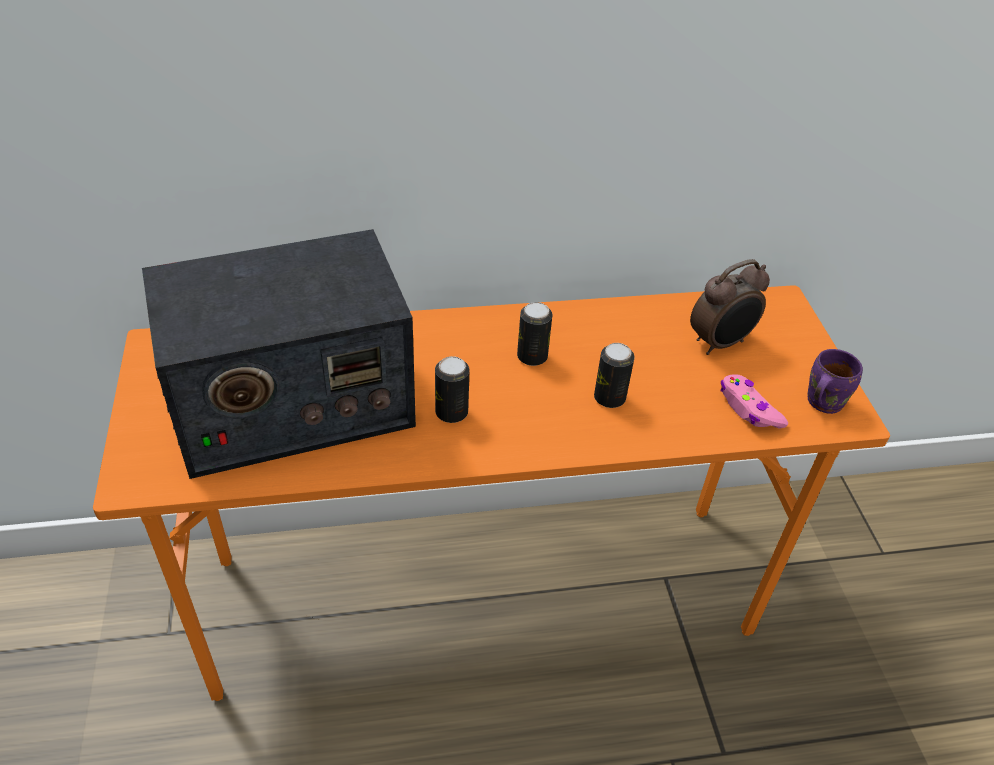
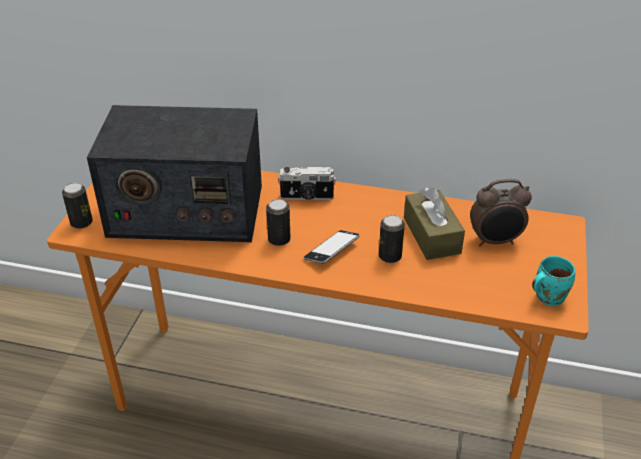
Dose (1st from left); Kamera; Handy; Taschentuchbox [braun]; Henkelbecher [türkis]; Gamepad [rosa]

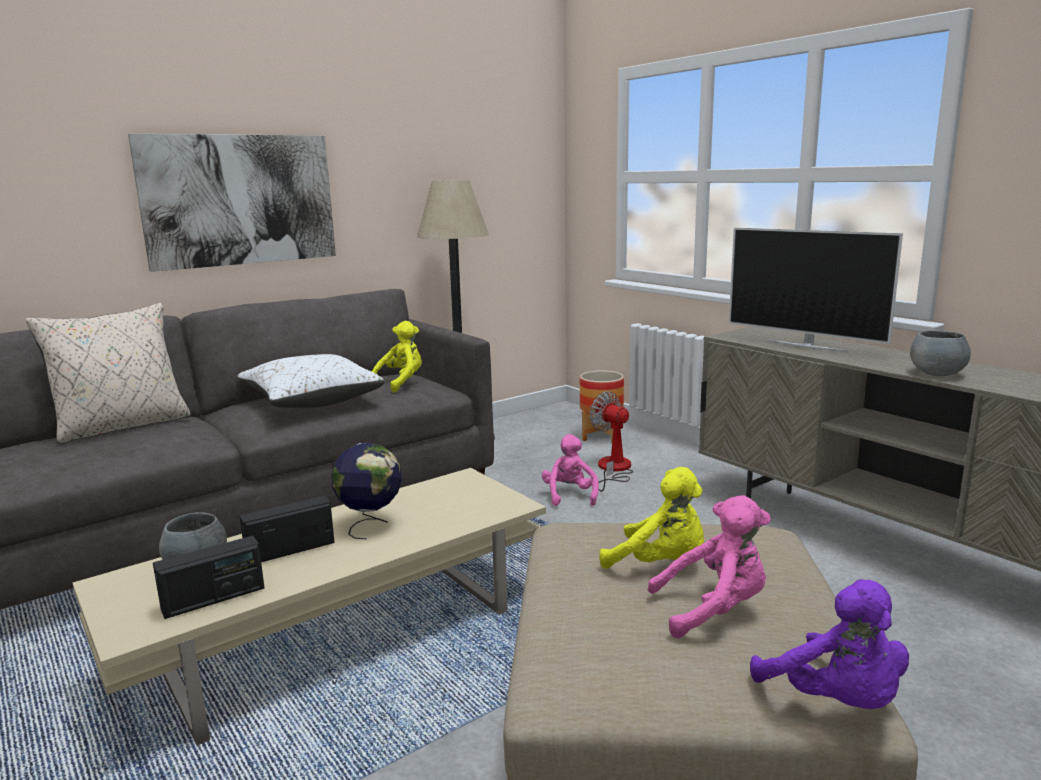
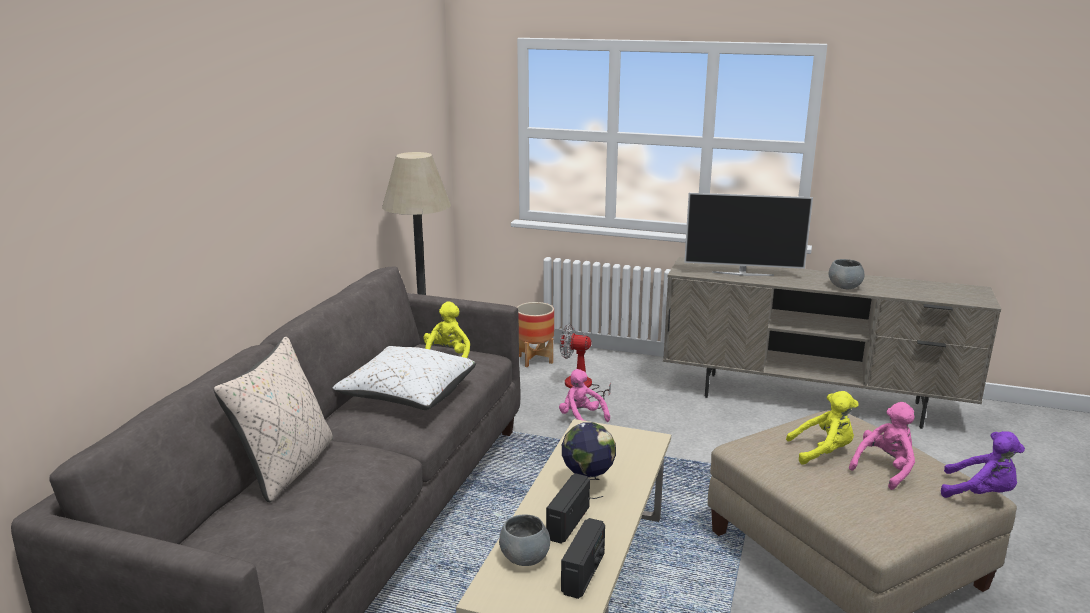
Bild

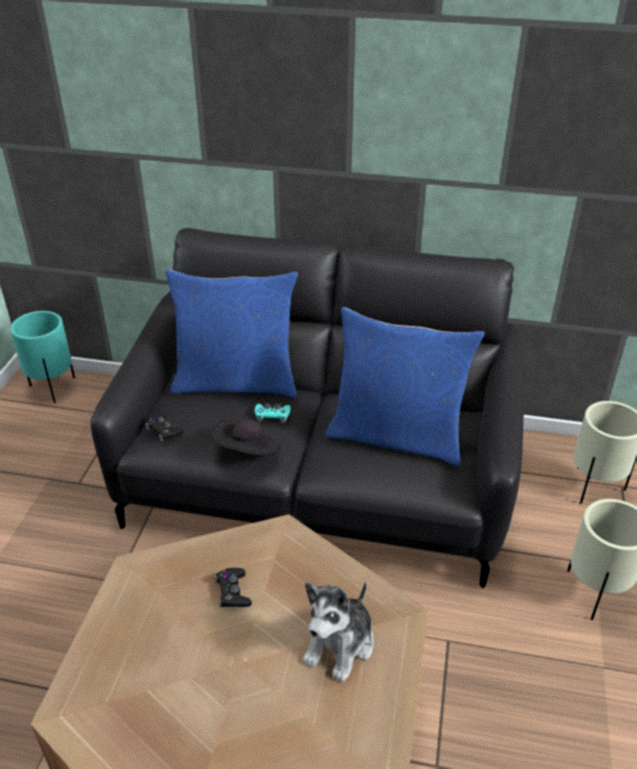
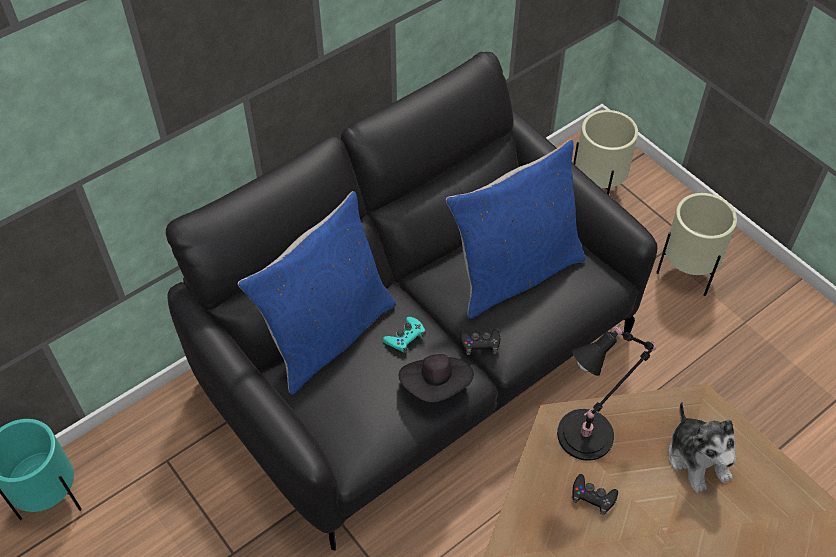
Gamepad [schwarz] (1st from left); Tischlampe [schwarz]

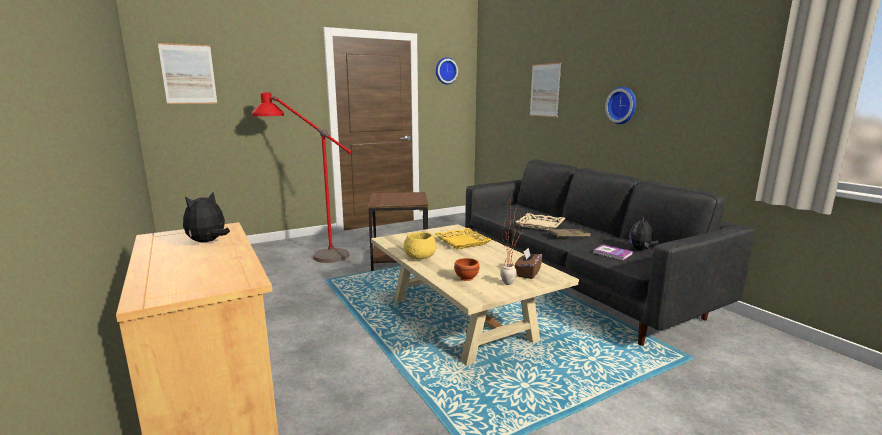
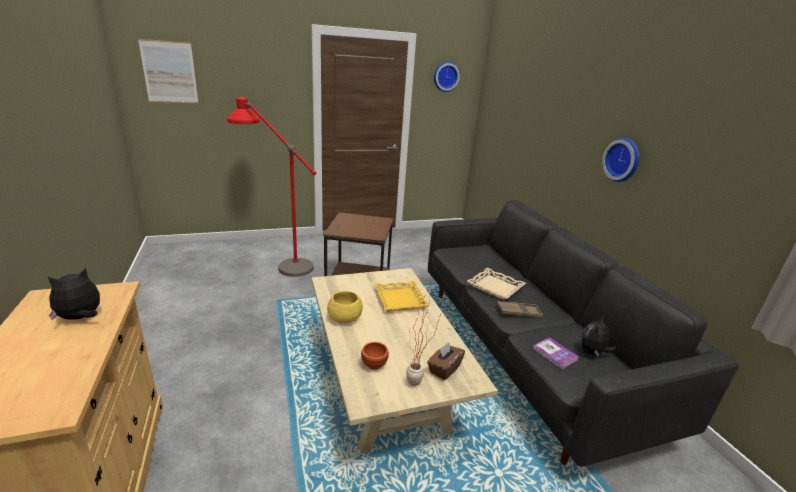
Bild (2nd from left in the first image)

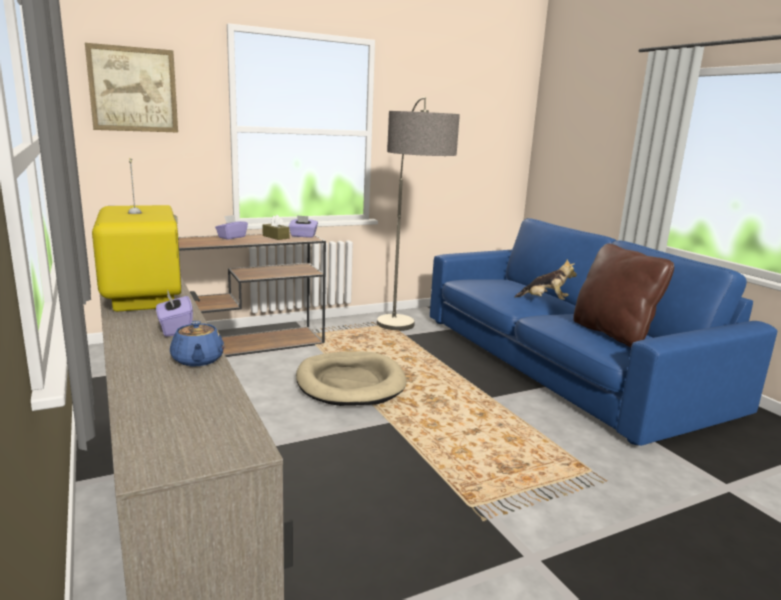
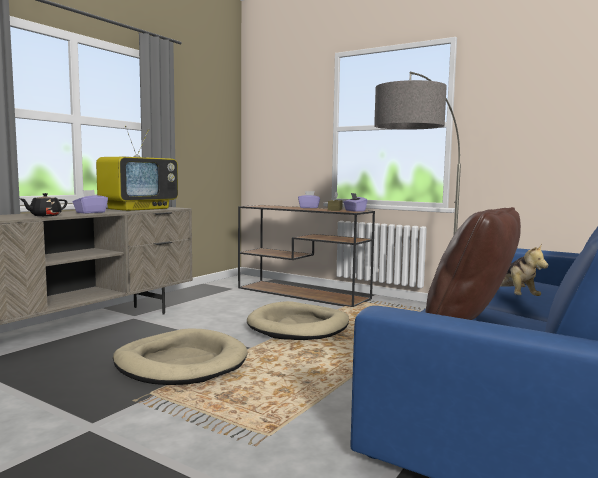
Teekanne [schwarz]; Hundebett [beige] (1st from left); Bild

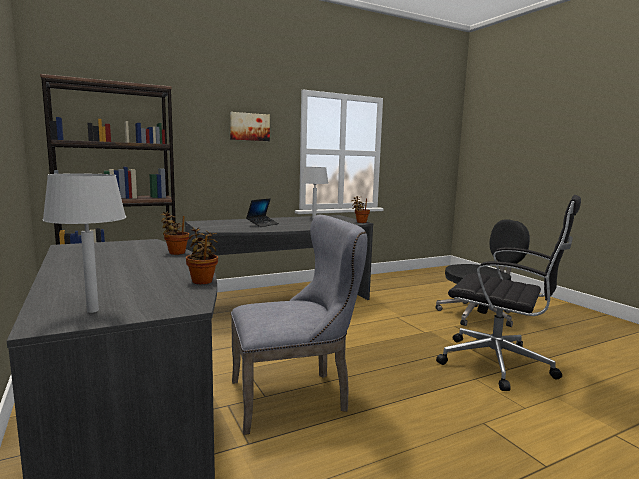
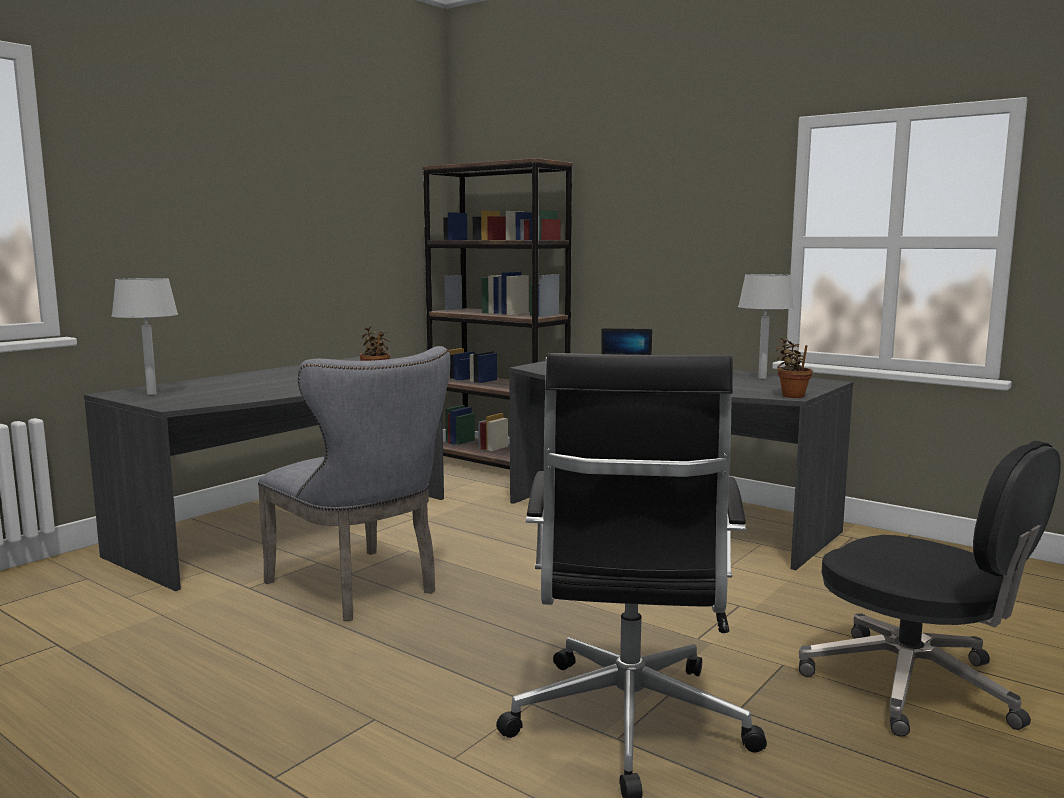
Topfpflanze (2nd from left in the first image); Bild

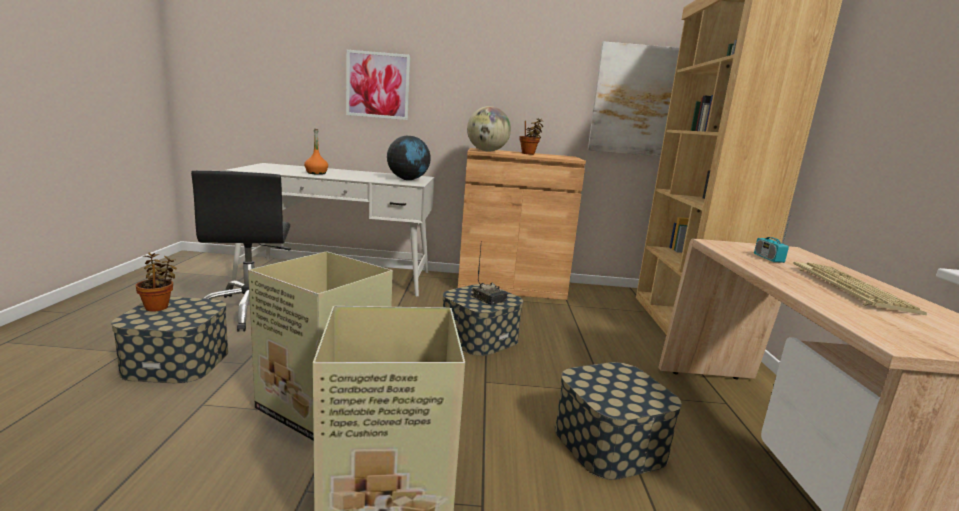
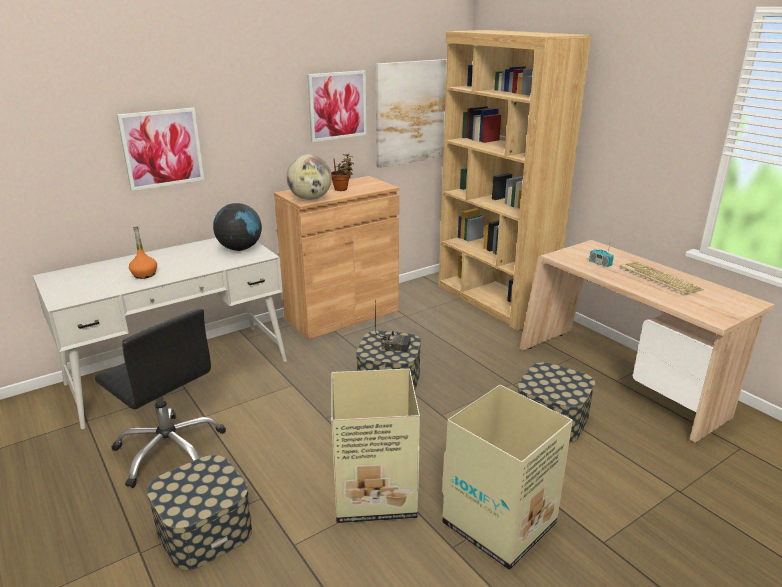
Bild (2nd from left); Topfpflanze (1st from left in the first image)

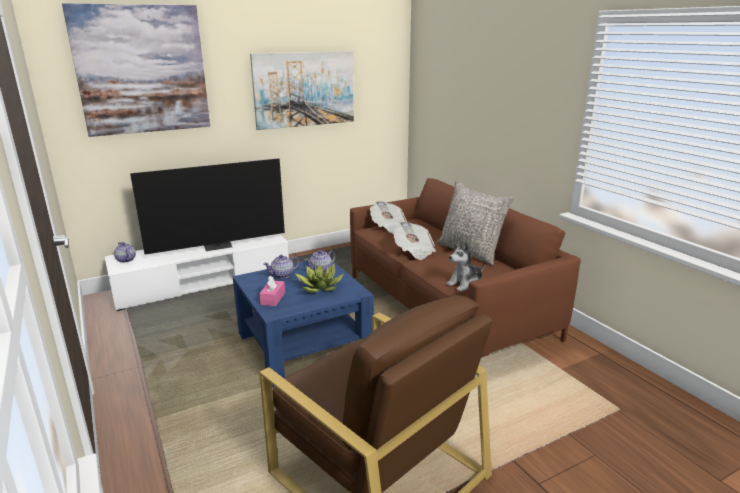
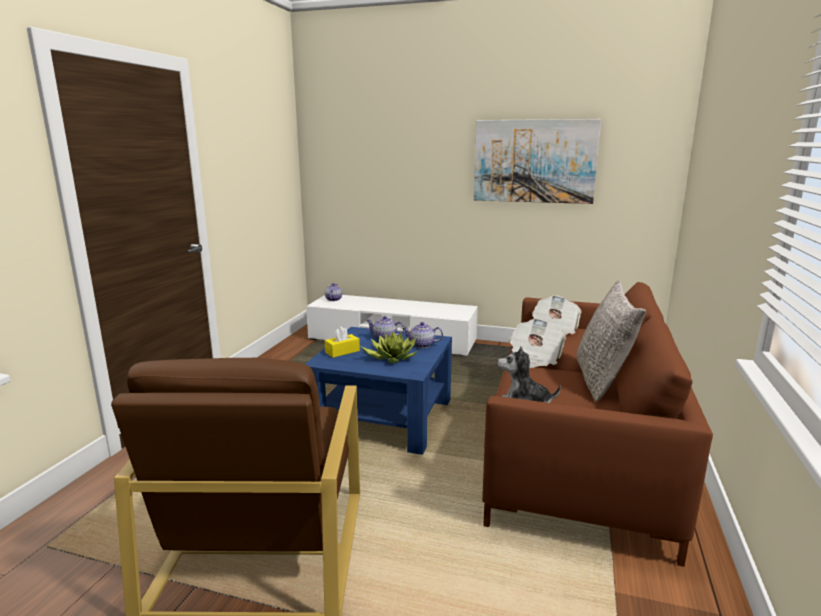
Taschentuchbox [gelb]; Bild (1st from left in the first image); Fernseher

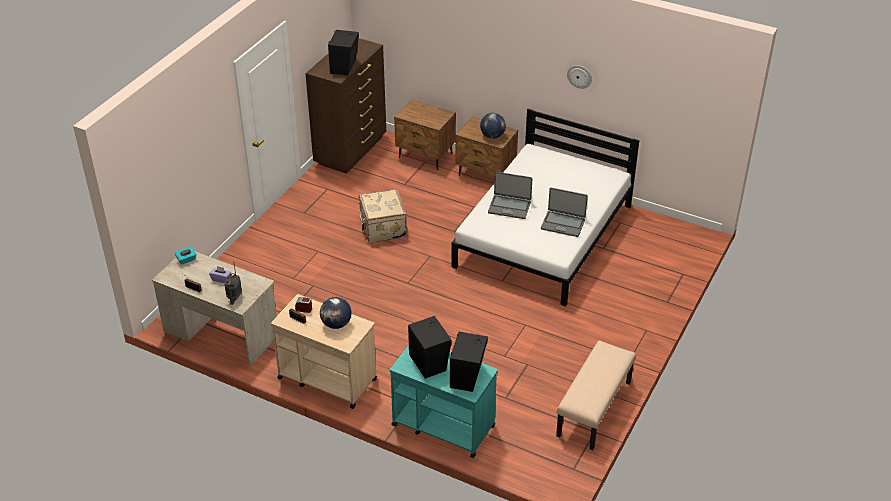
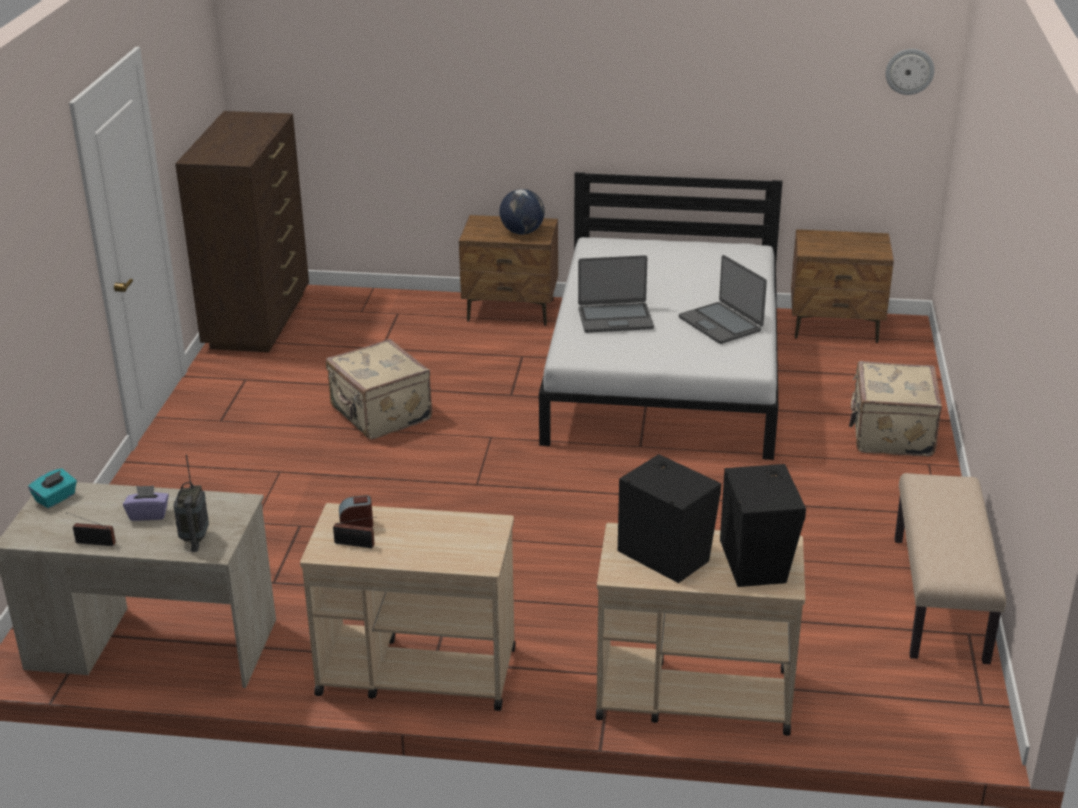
Rollwagen [beige] (2nd from left); Laptop (2nd from left); Nachttisch [braun] (2nd from left); Koffer [beige] (2nd from left); Wanduhr; Globus (1st from left in the first image); Lautsprecher [schwarz] (1st from left in the first image)

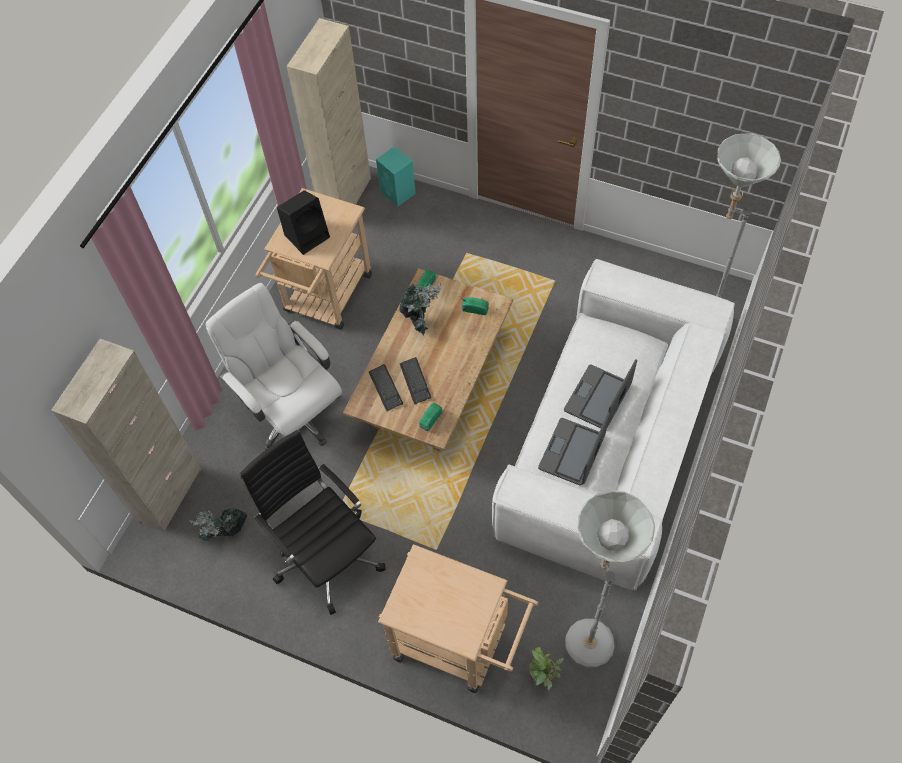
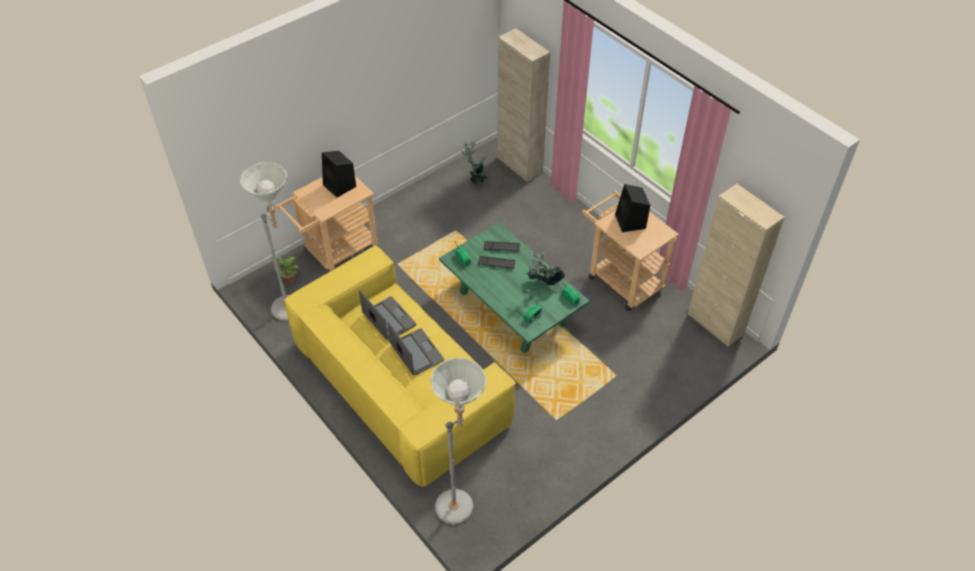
Sofa [gelb]; Lautsprecher [schwarz] (1st from left); Couchtisch [grün]; Bürostuhl [weiß]; Bürostuhl [schwarz]; Lautsprecher [türkis]

